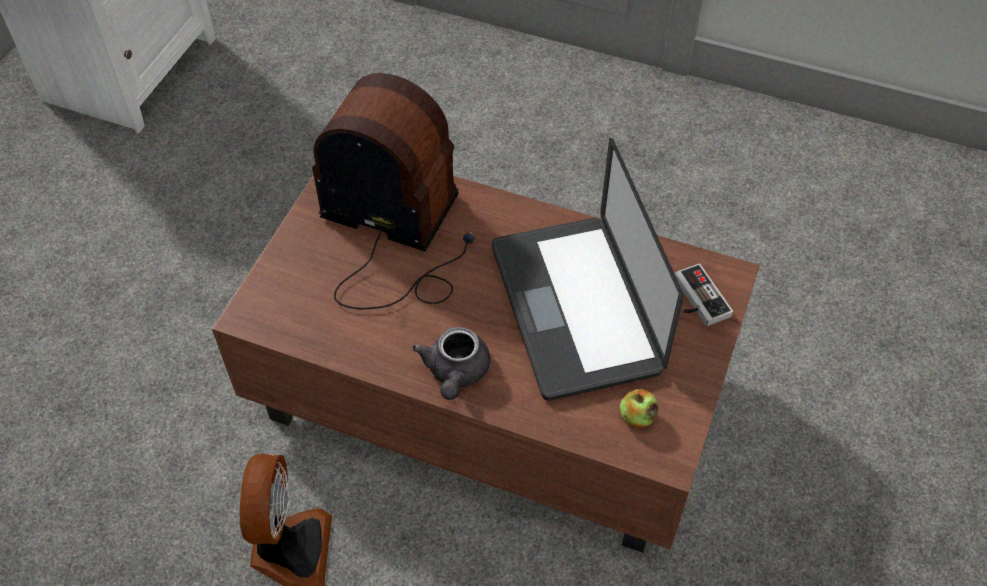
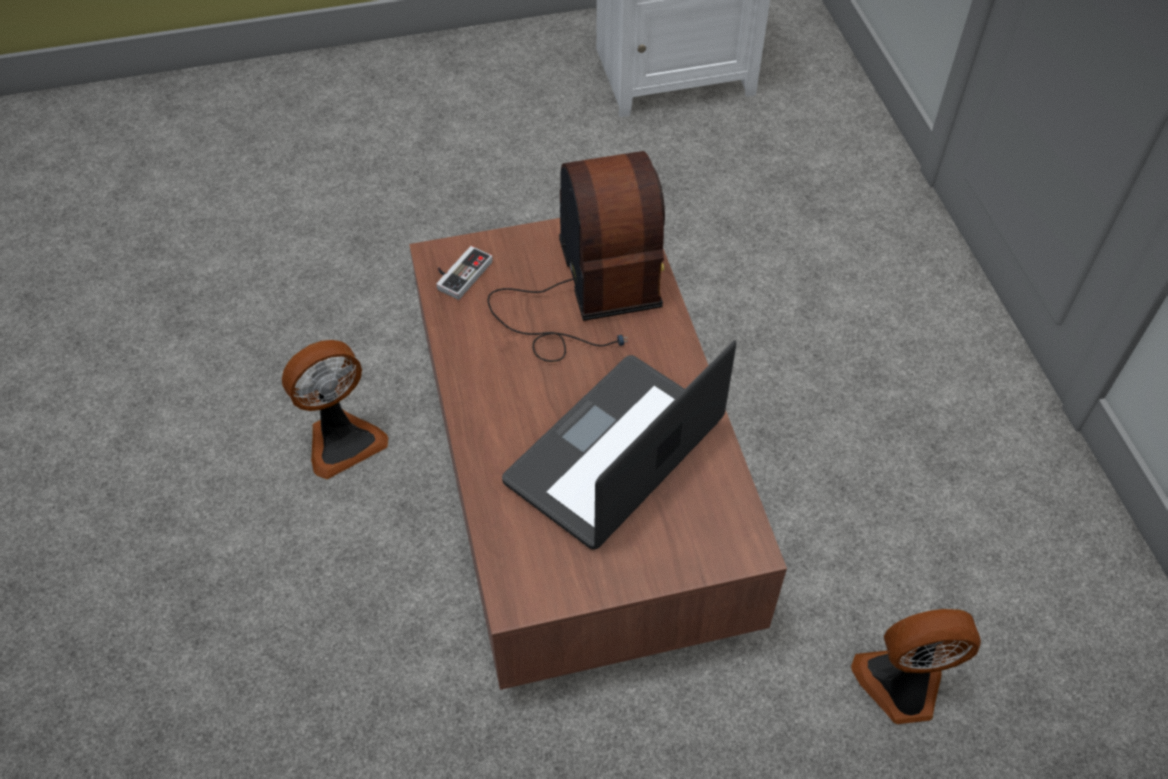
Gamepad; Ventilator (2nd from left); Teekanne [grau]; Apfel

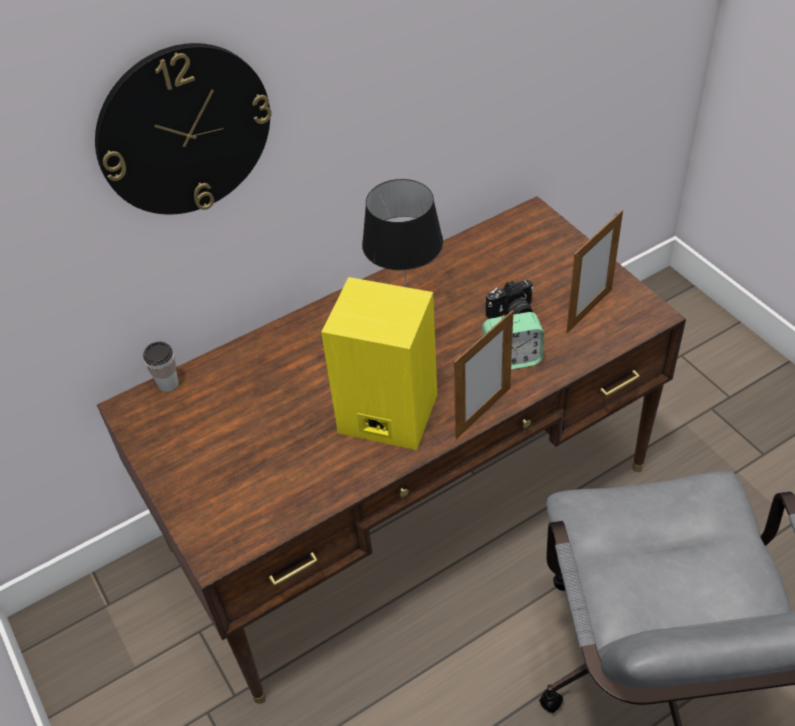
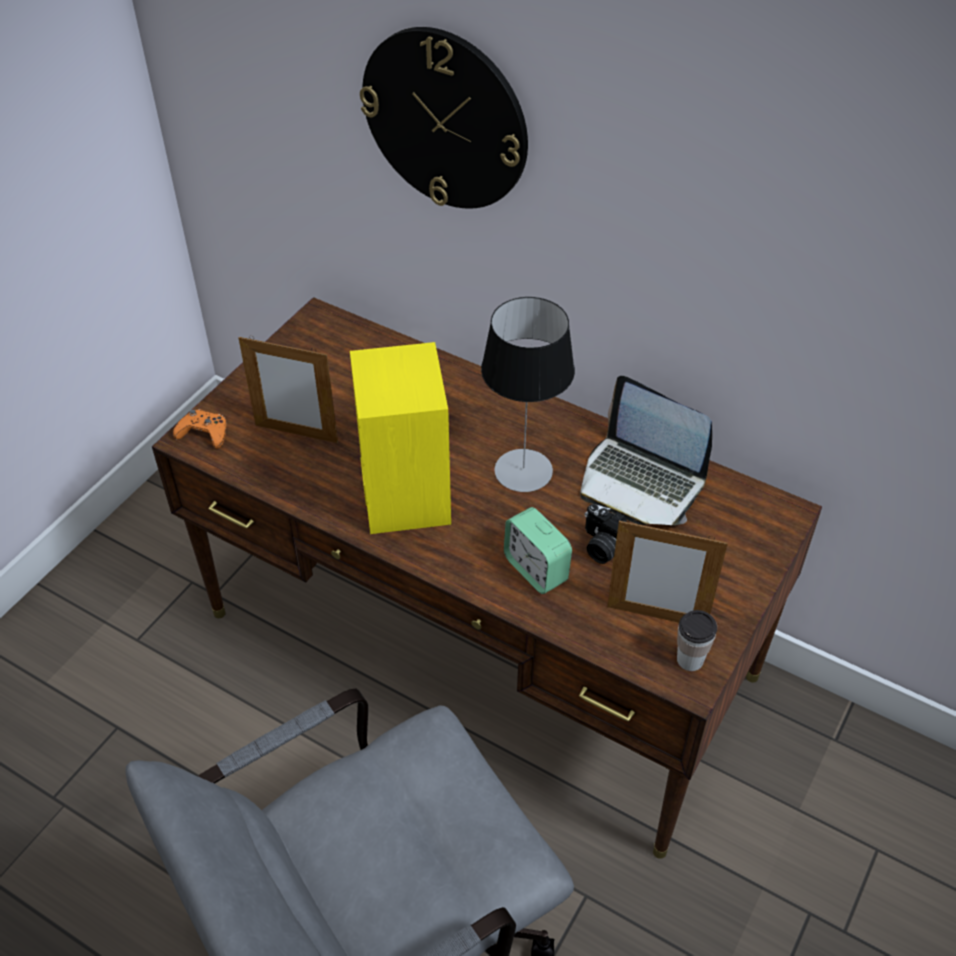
Gamepad [orange]; Bilderrahmen (1st from left); Laptop; Tasse

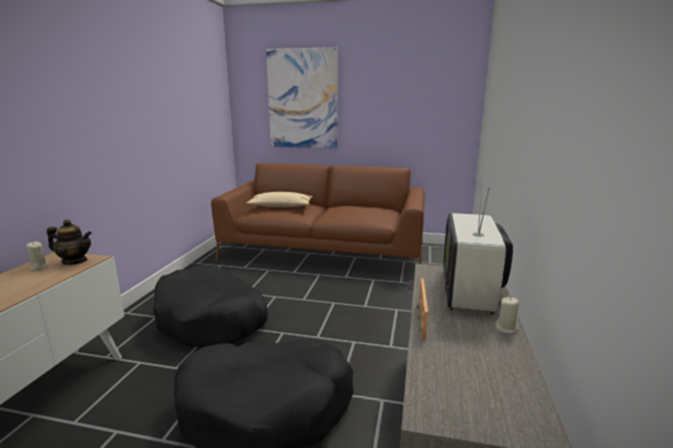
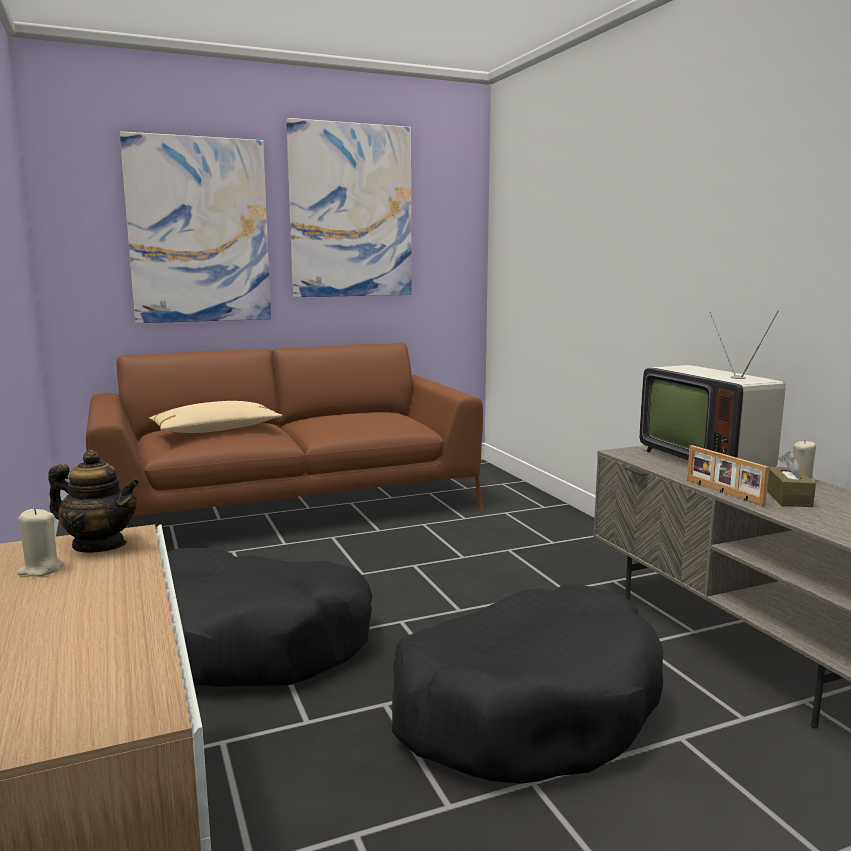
Teekanne; Bild (2nd from left); Taschentuchbox [braun]

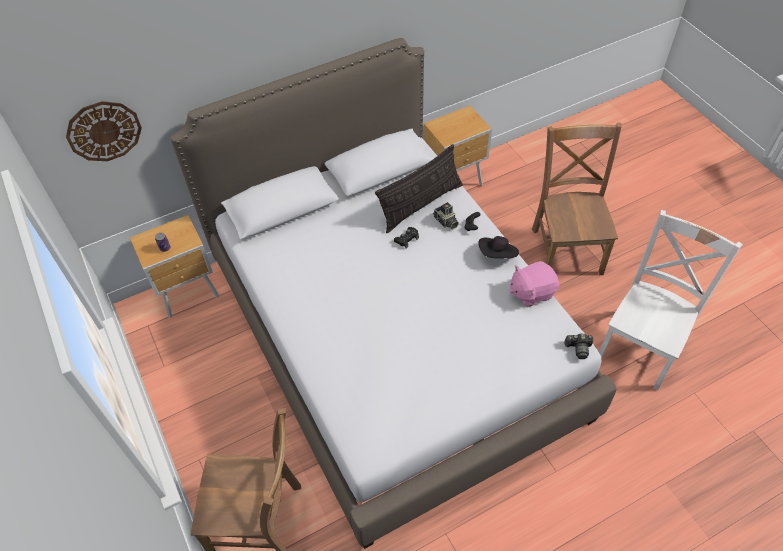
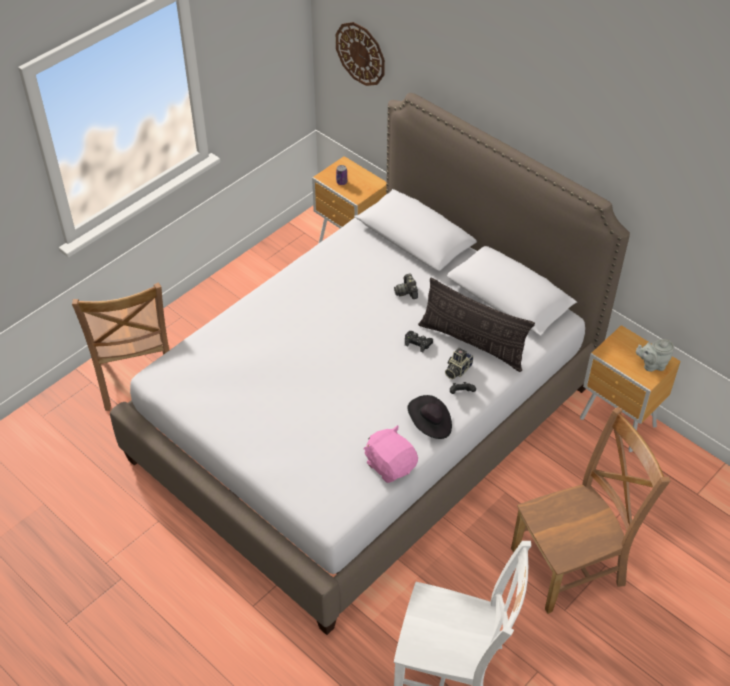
Kamera (1st from left); Teekanne [grau]

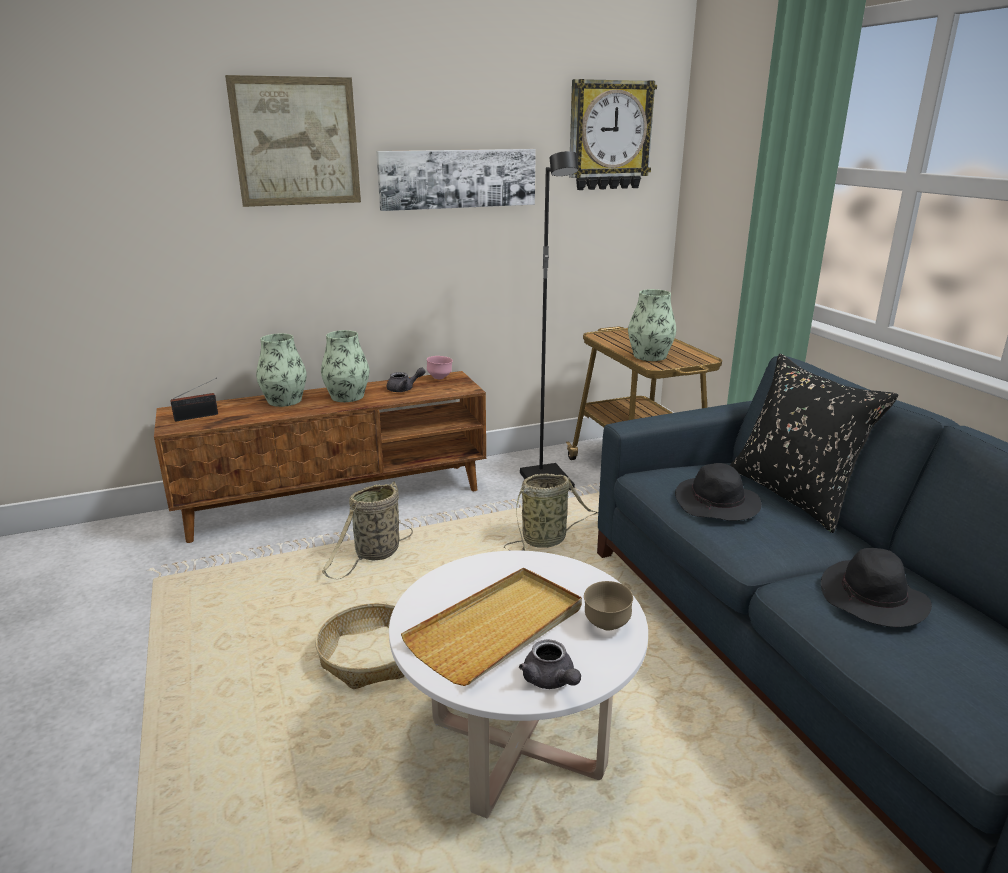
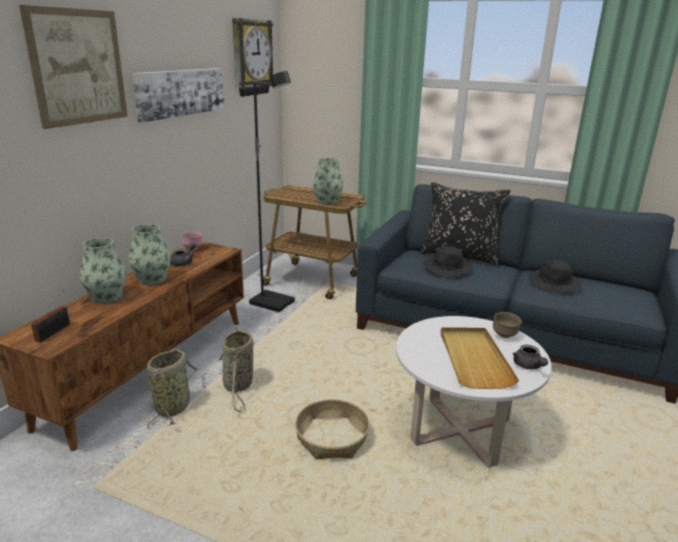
Korb (1st from left); Teekanne [grau] (2nd from left)

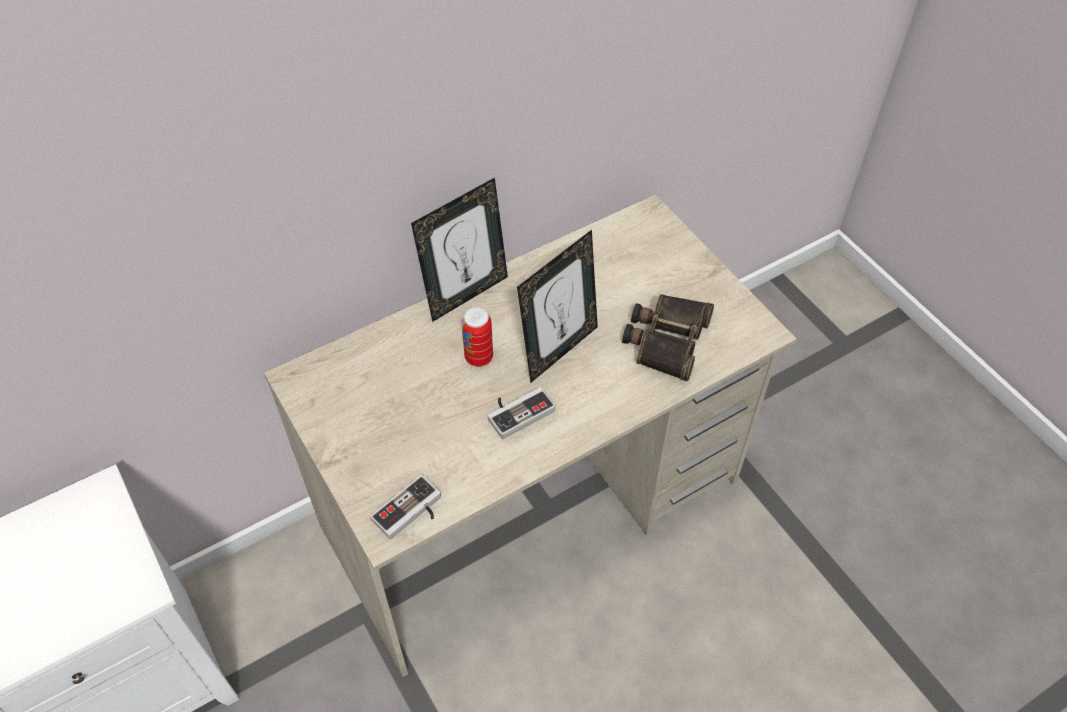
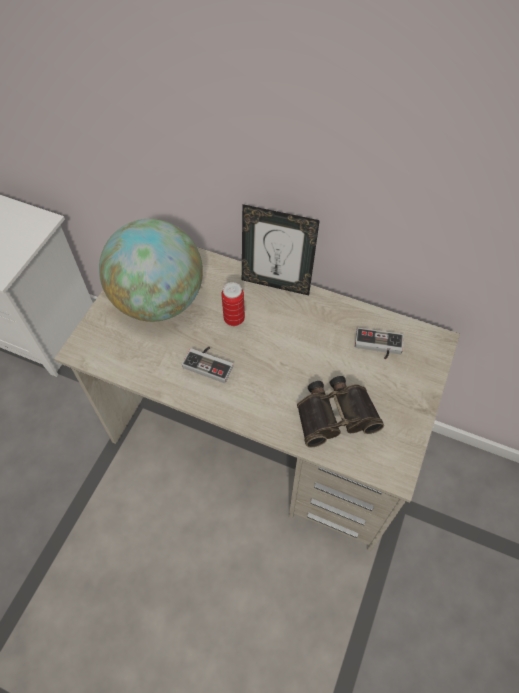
Globus; Gamepad (2nd from left); Bilderrahmen (2nd from left in the first image)

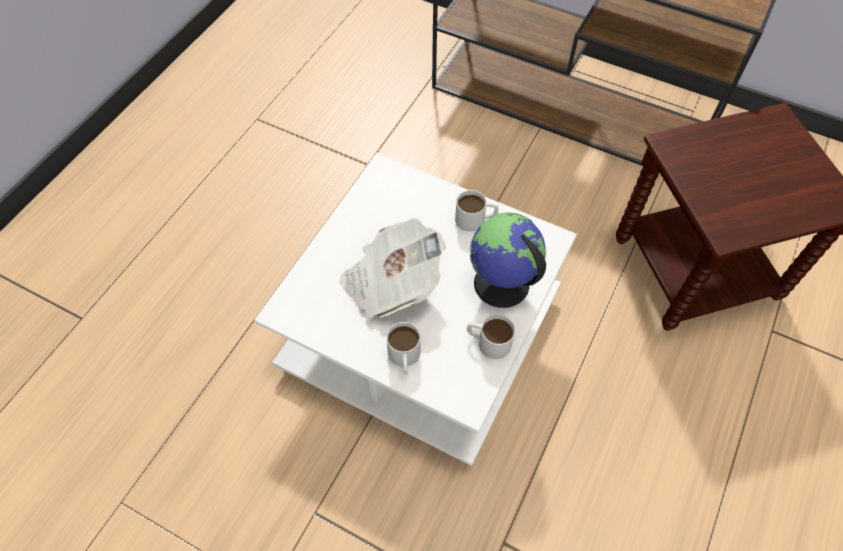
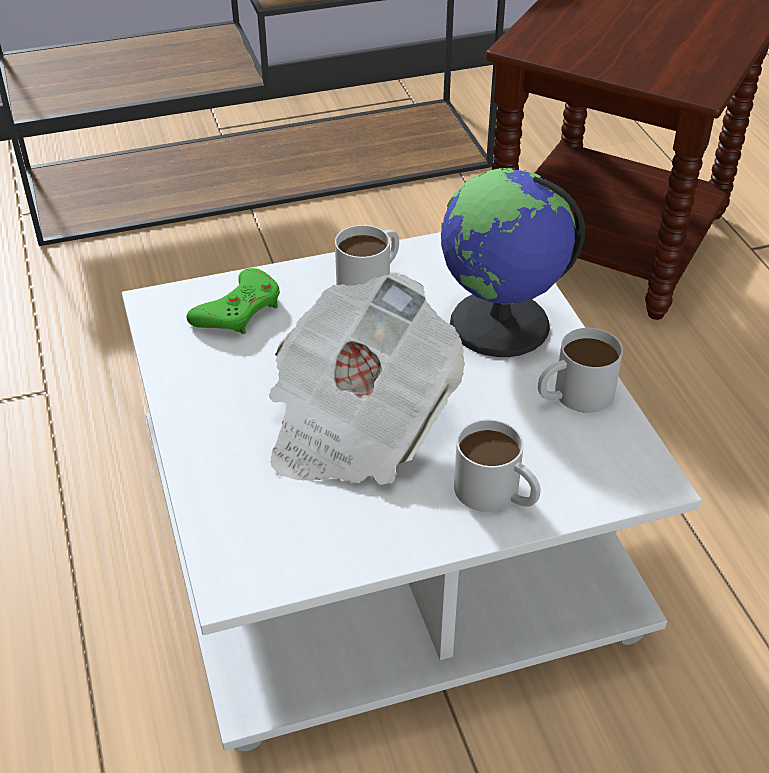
Gamepad [grün]

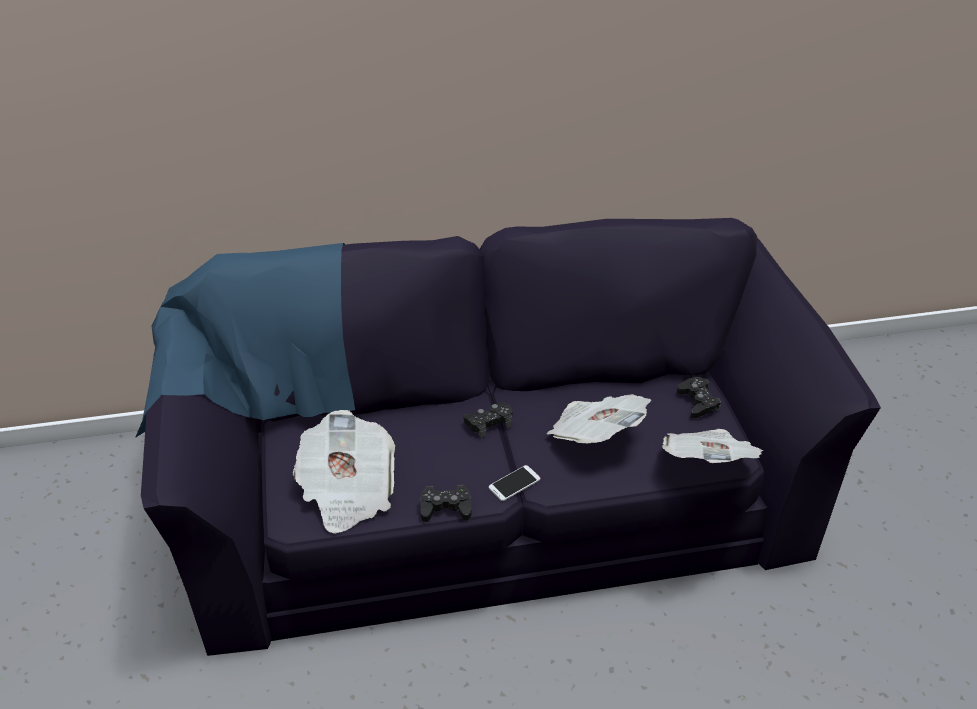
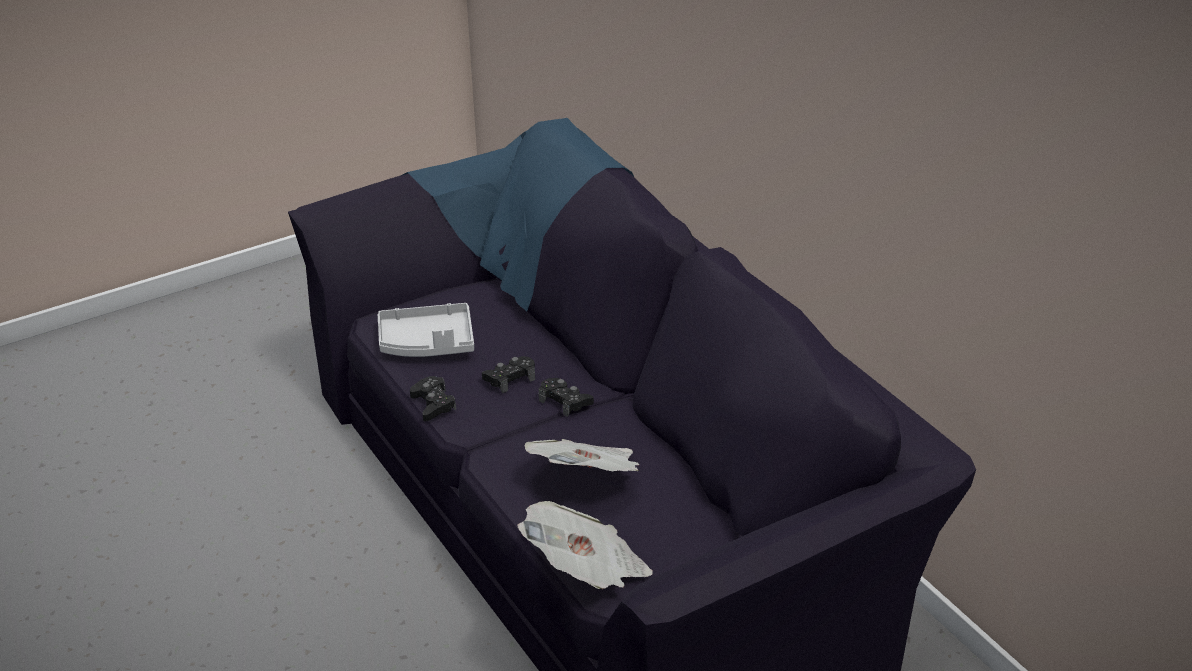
Tablett [grau]; Gamepad [schwarz] (2nd from left); Handy

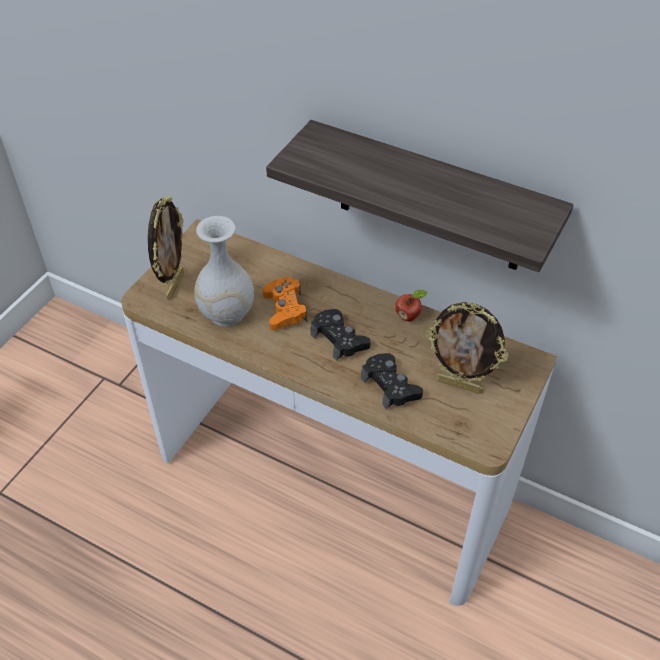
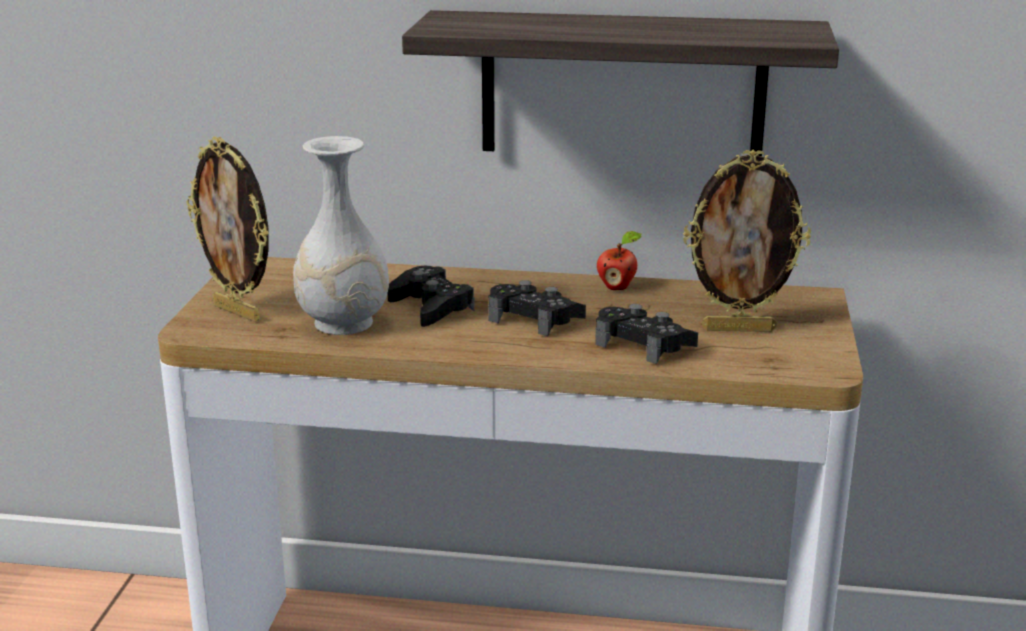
Bilderrahmen (1st from left); Gamepad [schwarz] (1st from left)

